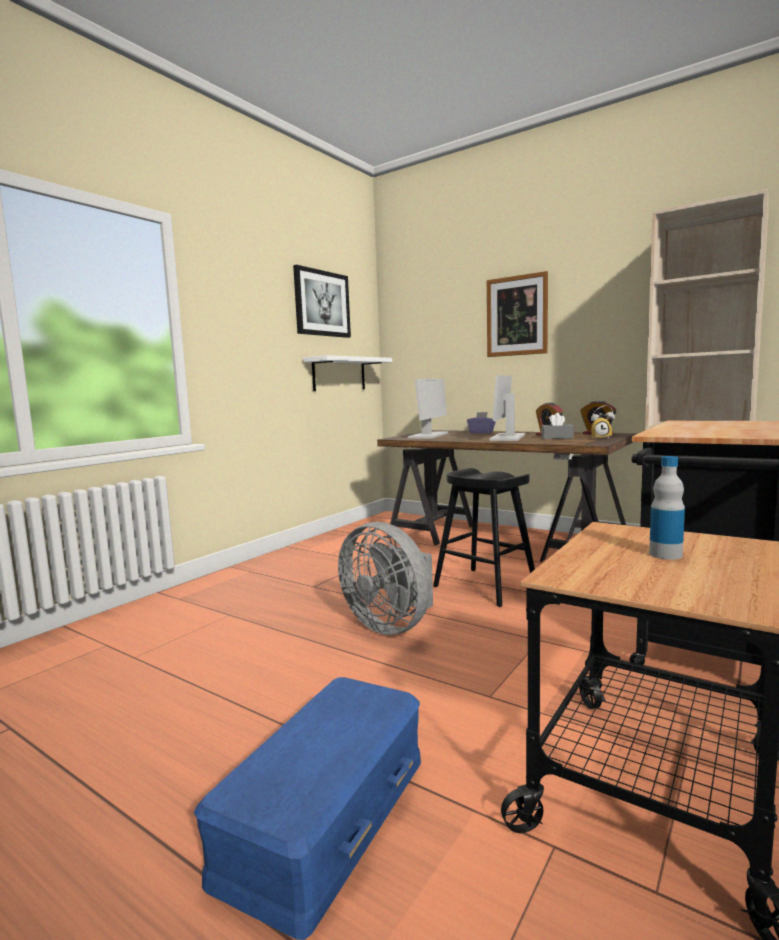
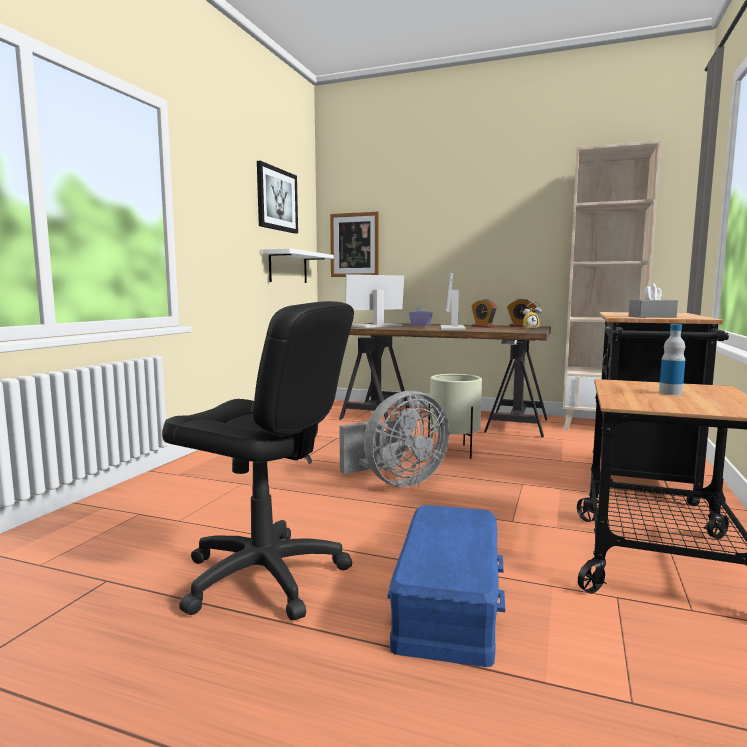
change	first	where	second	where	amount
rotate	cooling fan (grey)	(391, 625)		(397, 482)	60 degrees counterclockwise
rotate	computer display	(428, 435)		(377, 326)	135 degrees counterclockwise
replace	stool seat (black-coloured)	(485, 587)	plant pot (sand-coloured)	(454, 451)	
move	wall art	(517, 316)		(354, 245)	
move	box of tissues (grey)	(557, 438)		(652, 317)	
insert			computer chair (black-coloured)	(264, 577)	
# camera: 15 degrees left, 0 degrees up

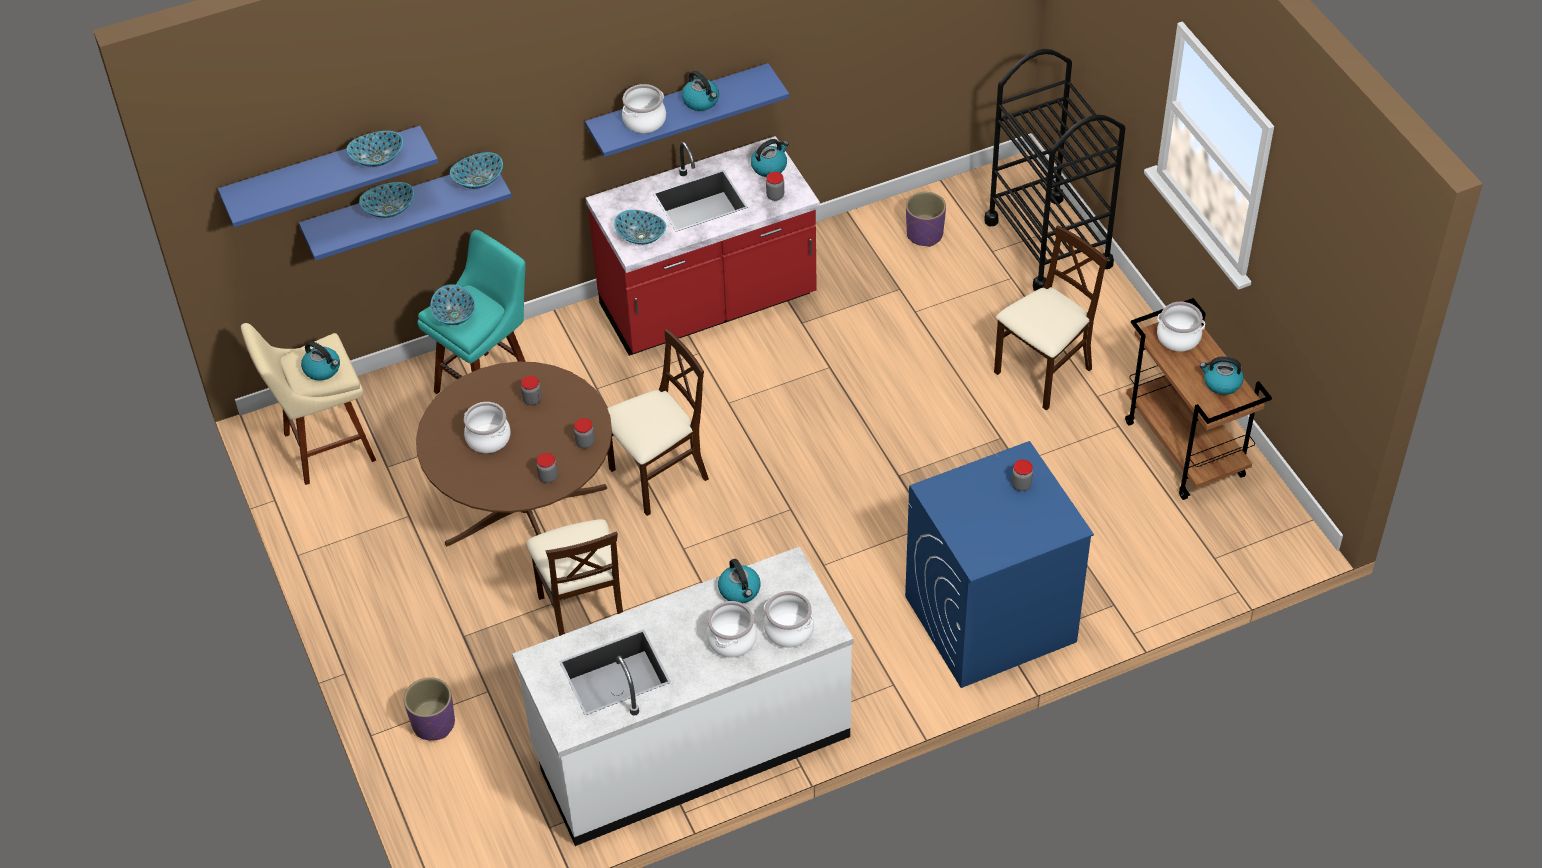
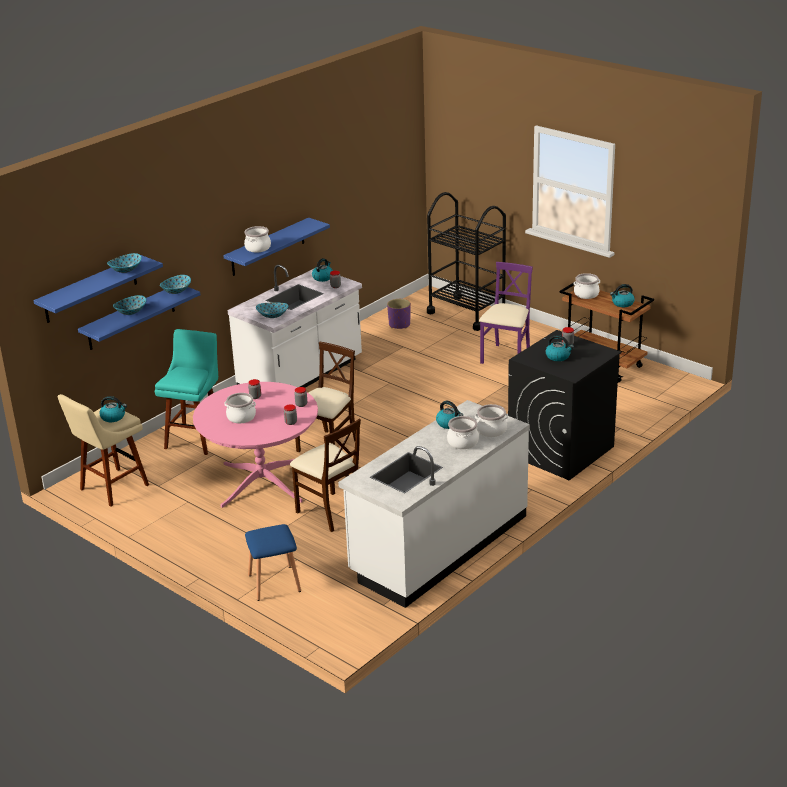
change	first	where	second	where	amount
replace	plant pot (purple-coloured)	(433, 723)	stool seat (blue-coloured)	(273, 582)	
recolor	dining table (brown)	(527, 515)	dining table (pinkish)	(262, 482)	
delete	bowl	(454, 315)			
recolor	kitchen counter (reddish)	(708, 304)	kitchen counter (white)	(301, 377)	
move	tea kettle	(701, 101)		(558, 356)	
recolor	laundry machine (blue-coloured)	(989, 619)	laundry machine (black-coloured)	(560, 451)	
recolor	plain chair (sand-coloured)	(1043, 373)	plain chair (purple-coloured)	(506, 357)	
# camera: 25 degrees left, 20 degrees down

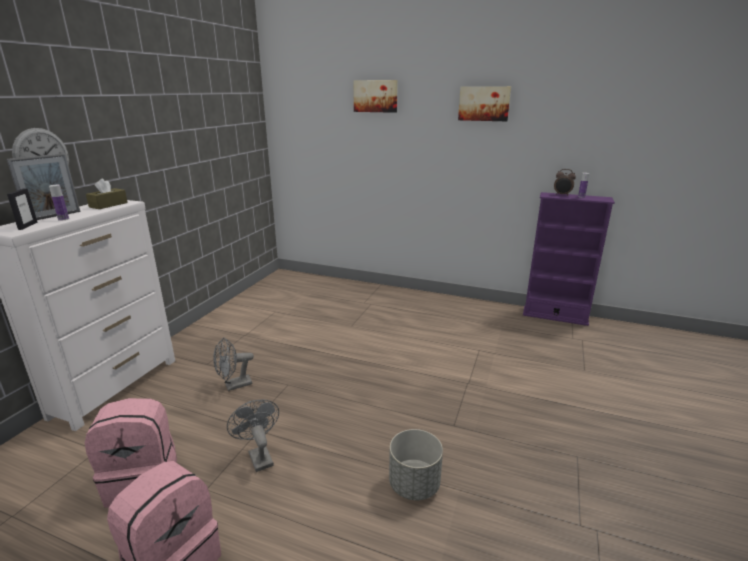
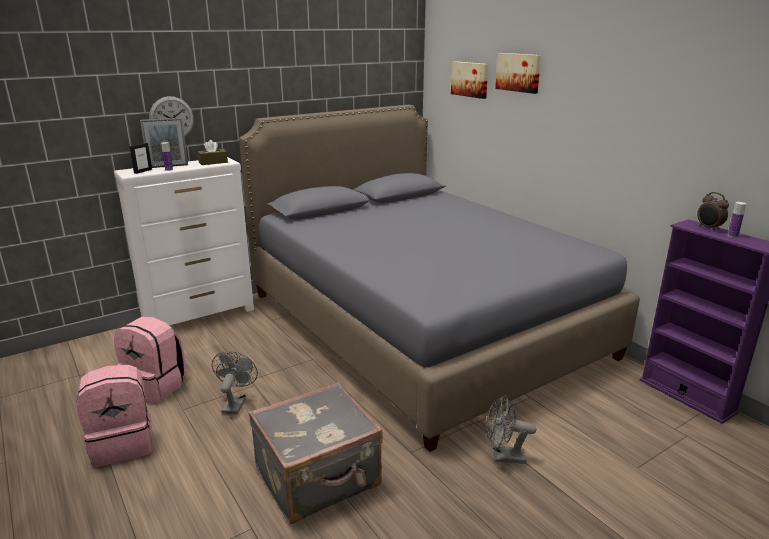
change	first	where	second	where	amount
move	cooling fan (grey)	(234, 386)		(503, 457)	
replace	plant pot (grey)	(414, 484)	piece of luggage (grey)	(319, 479)	
move	wall art	(484, 103)		(470, 79)	
insert			bed (grey)	(421, 324)	
# camera: 35 degrees right, 0 degrees up

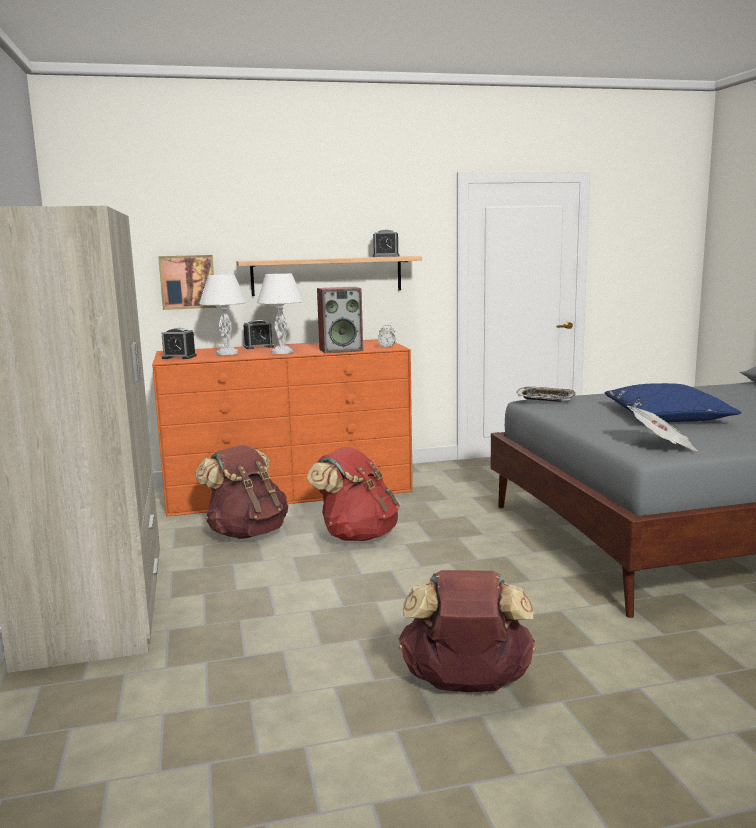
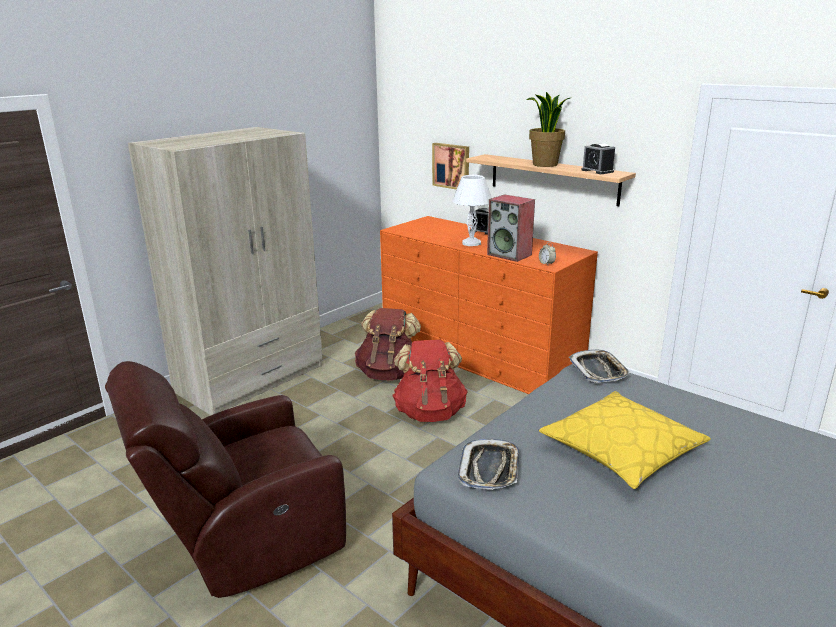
change	first	where	second	where	amount
delete	bedside clock	(179, 357)			
delete	tabletop lamp (white)	(226, 353)			
replace	knapsack (brown)	(466, 685)	armchair (brown)	(244, 541)	
recolor	pillow (blue-coloured)	(667, 417)	pillow (yellow)	(621, 450)	
replace	daily paper	(662, 446)	carrying tray	(490, 469)	
insert			potted plant	(545, 164)	
# camera: 55 degrees right, 10 degrees up

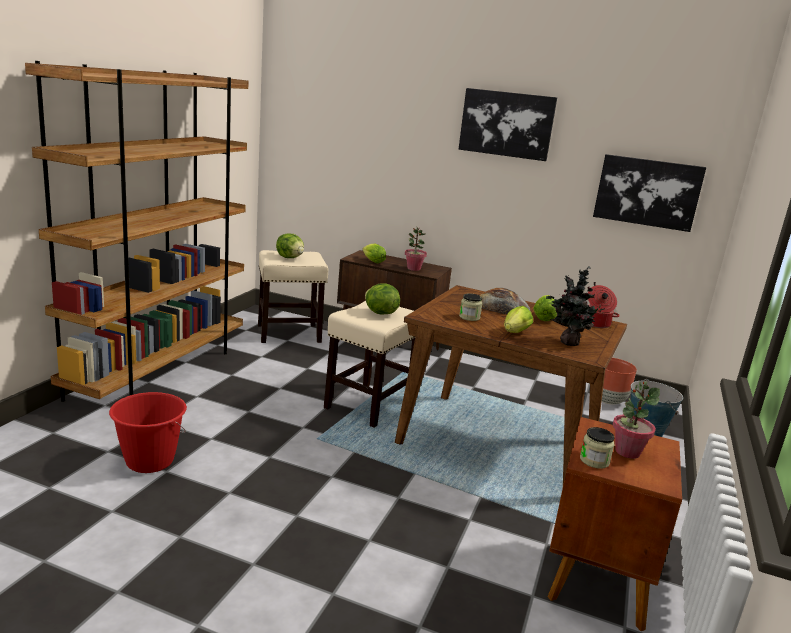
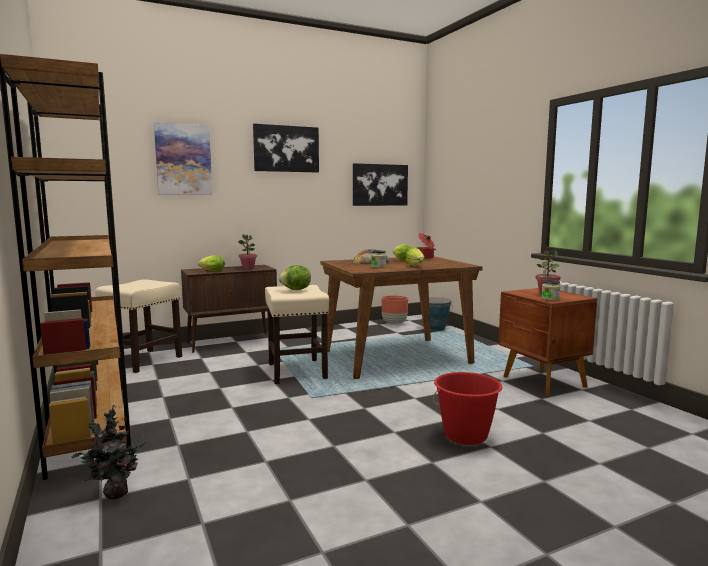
change	first	where	second	where	amount
move	water bucket (reddish)	(149, 461)		(466, 436)	
delete	lettuce	(290, 257)			
move	potted plant	(567, 343)		(114, 494)	
insert			wall art	(183, 160)	
# camera: 45 degrees left, 10 degrees down

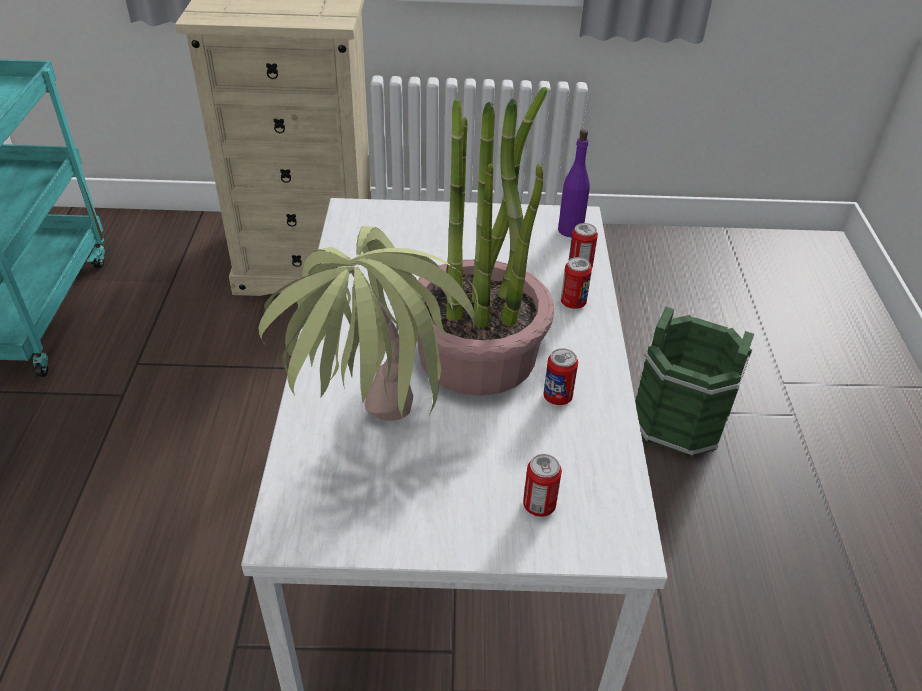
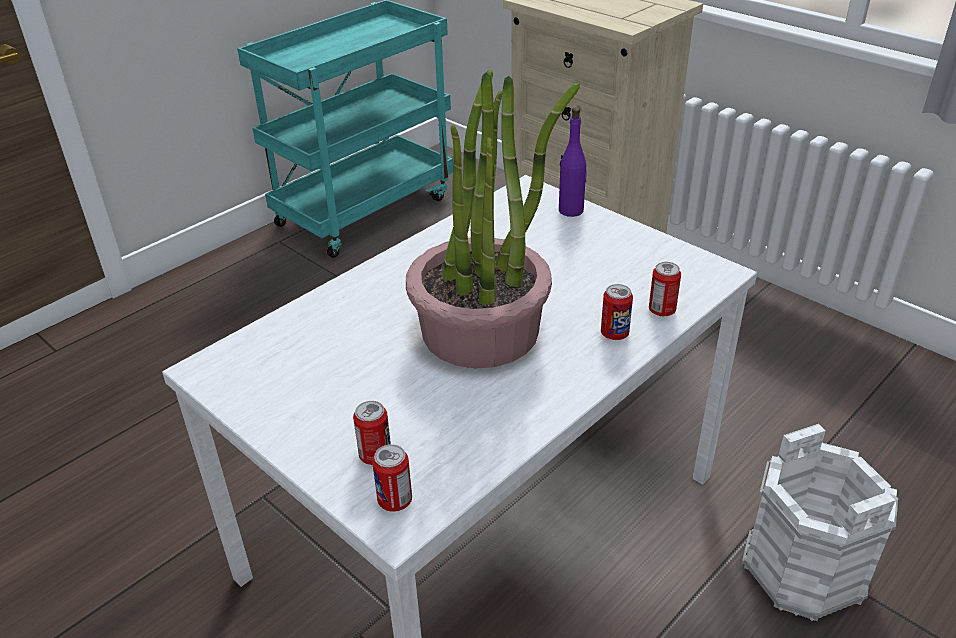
change	first	where	second	where	amount
delete	potted plant	(374, 451)			
move	sealed can	(557, 397)		(395, 501)	
move	drink bottle (purple-coloured)	(570, 230)		(571, 210)	
recolor	water bucket (green-coloured)	(678, 421)	water bucket (white)	(802, 570)	
# camera: 45 degrees right, 5 degrees down

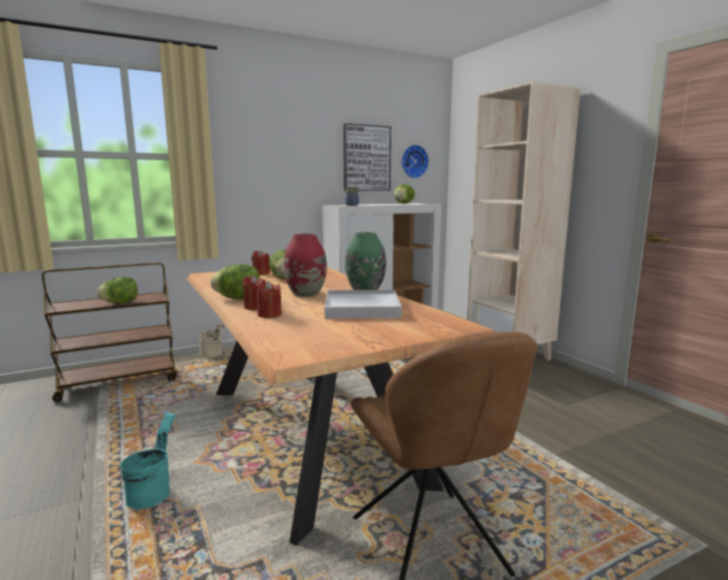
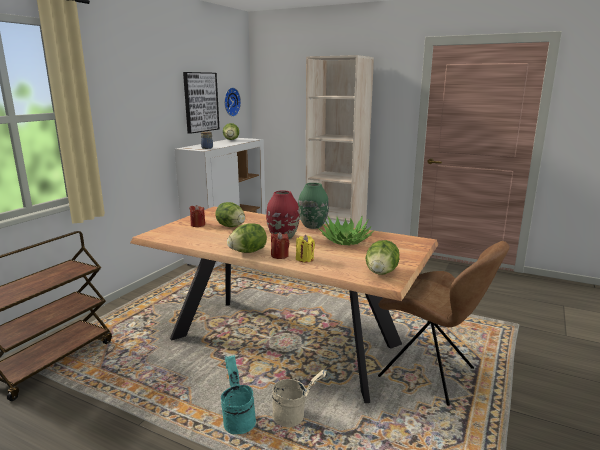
change	first	where	second	where	amount
move	lettuce	(120, 303)		(381, 273)	
move	water bucket (sand-coloured)	(213, 355)		(295, 416)	
recolor	candle (reddish)	(269, 315)	candle (yellow)	(305, 259)	
replace	carrying tray (white)	(362, 308)	potted plant	(345, 241)	
# camera: 35 degrees left, 5 degrees up

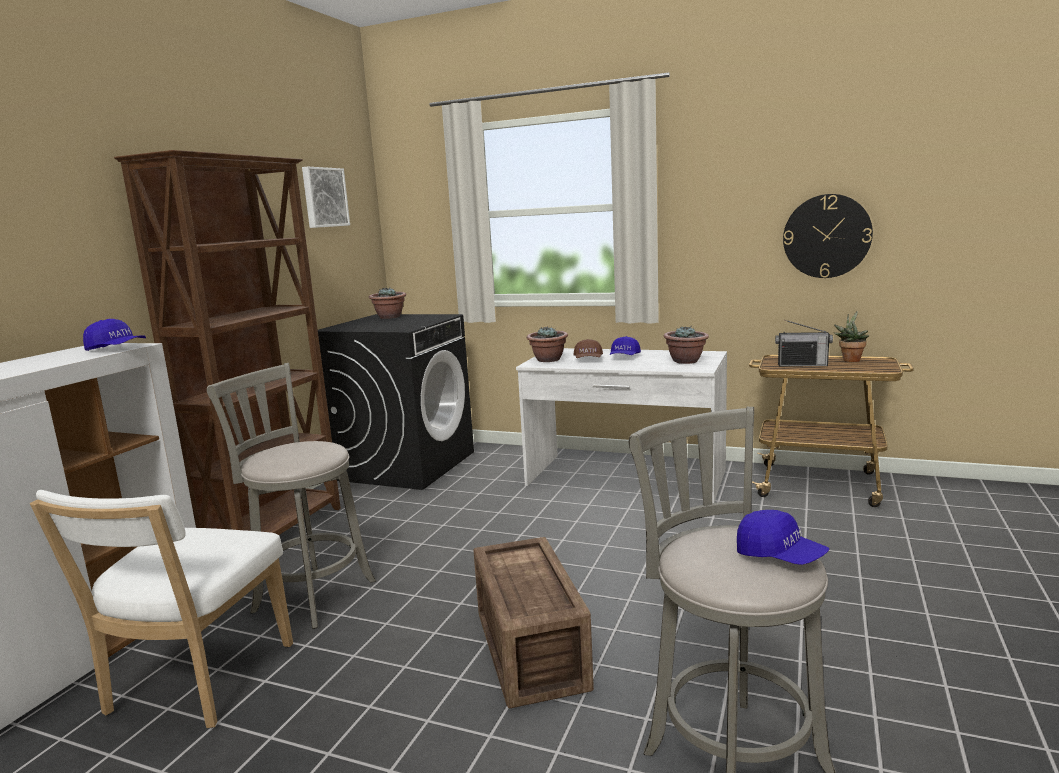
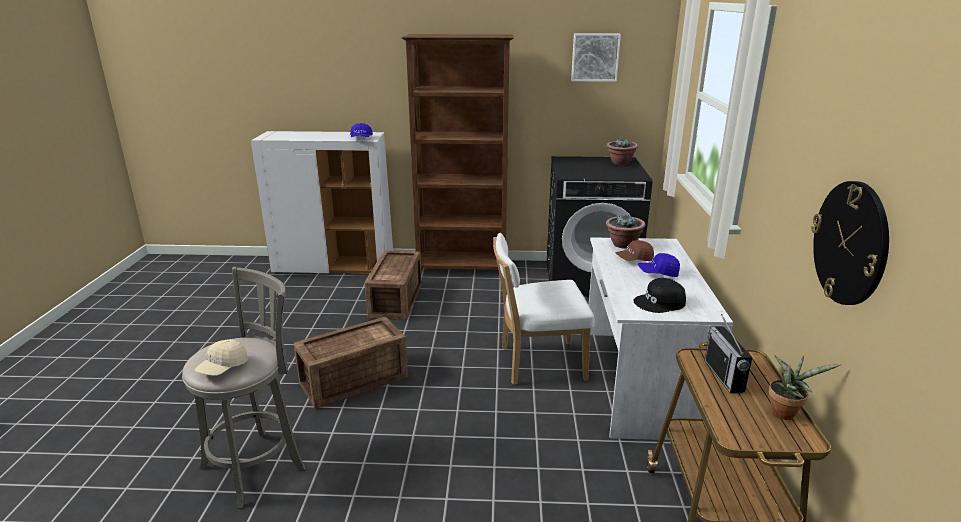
change	first	where	second	where	amount
move	plain chair (white)	(196, 683)		(537, 363)	
replace	stool seat (grey)	(310, 594)	shipping crate	(397, 300)	
replace	potted plant	(686, 361)	cap (black-coloured)	(660, 303)	
recolor	cap (blue-coloured)	(780, 556)	cap (sand-coloured)	(223, 368)	
# camera: 70 degrees right, 10 degrees up

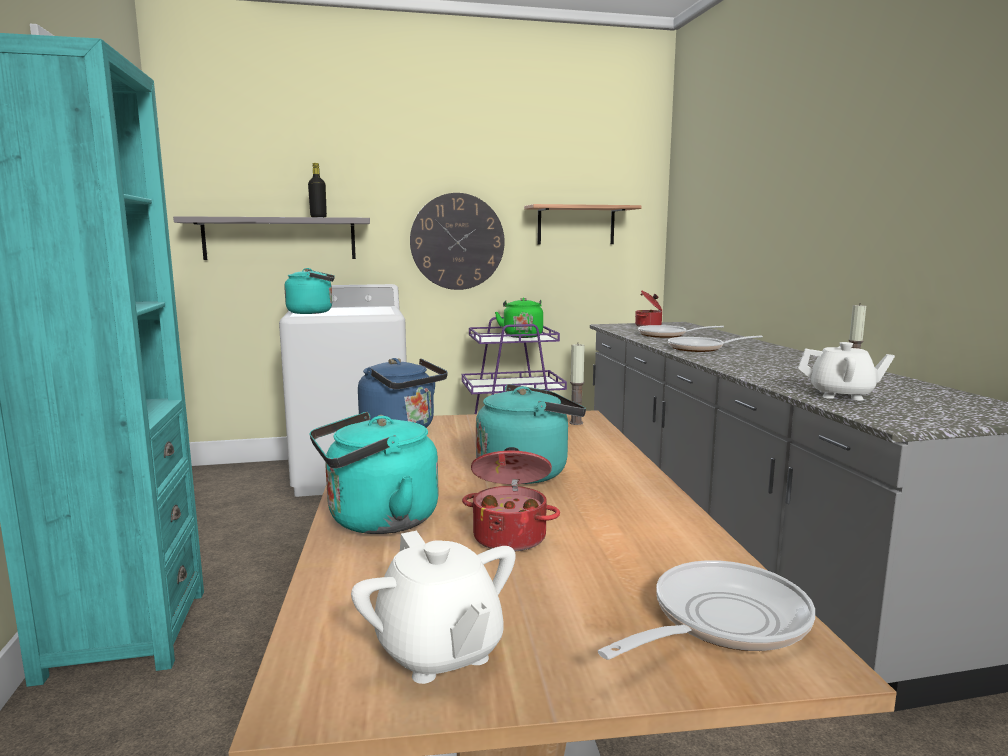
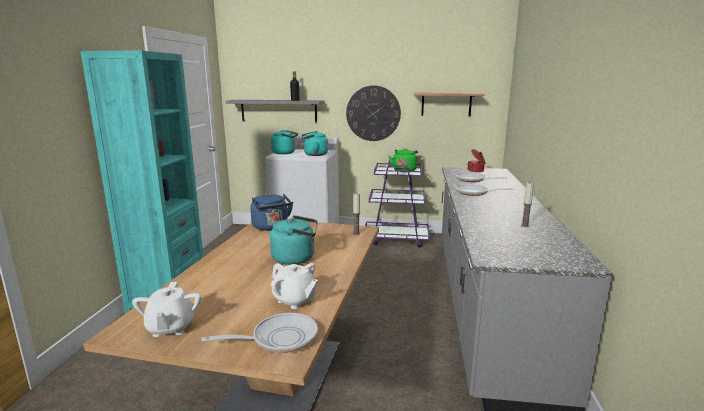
change	first	where	second	where	amount
move	tea kettle (turquoise)	(376, 521)		(314, 154)	
delete	cooking pot	(510, 536)			
move	teapot (white)	(841, 395)		(295, 300)	
# camera: 20 degrees right, 5 degrees up

